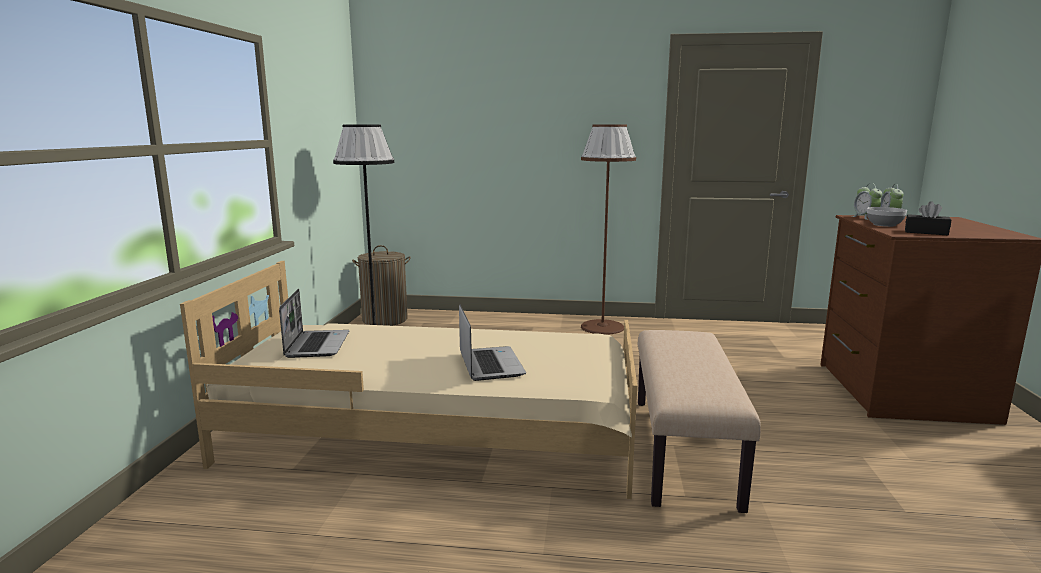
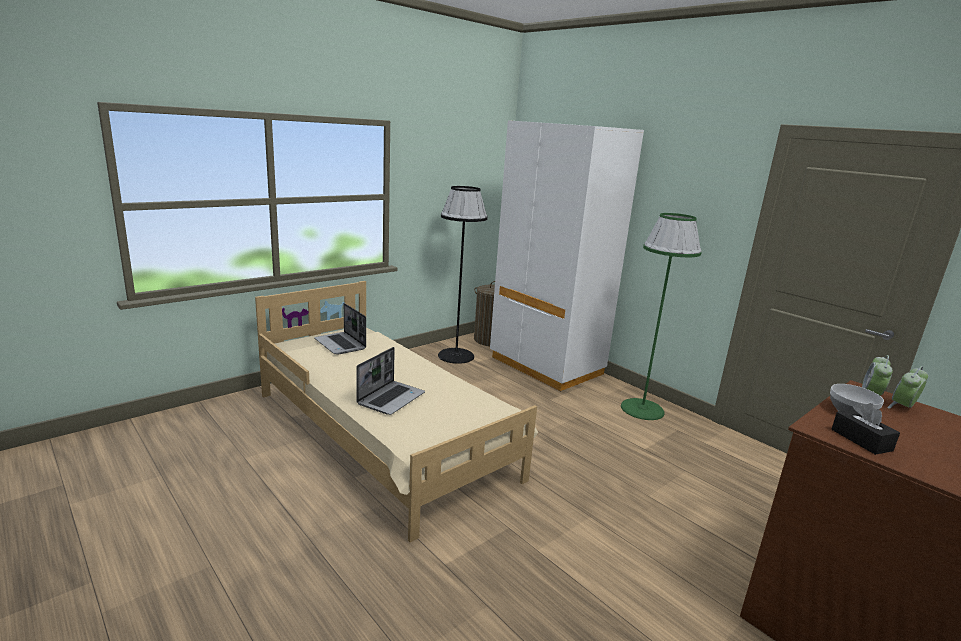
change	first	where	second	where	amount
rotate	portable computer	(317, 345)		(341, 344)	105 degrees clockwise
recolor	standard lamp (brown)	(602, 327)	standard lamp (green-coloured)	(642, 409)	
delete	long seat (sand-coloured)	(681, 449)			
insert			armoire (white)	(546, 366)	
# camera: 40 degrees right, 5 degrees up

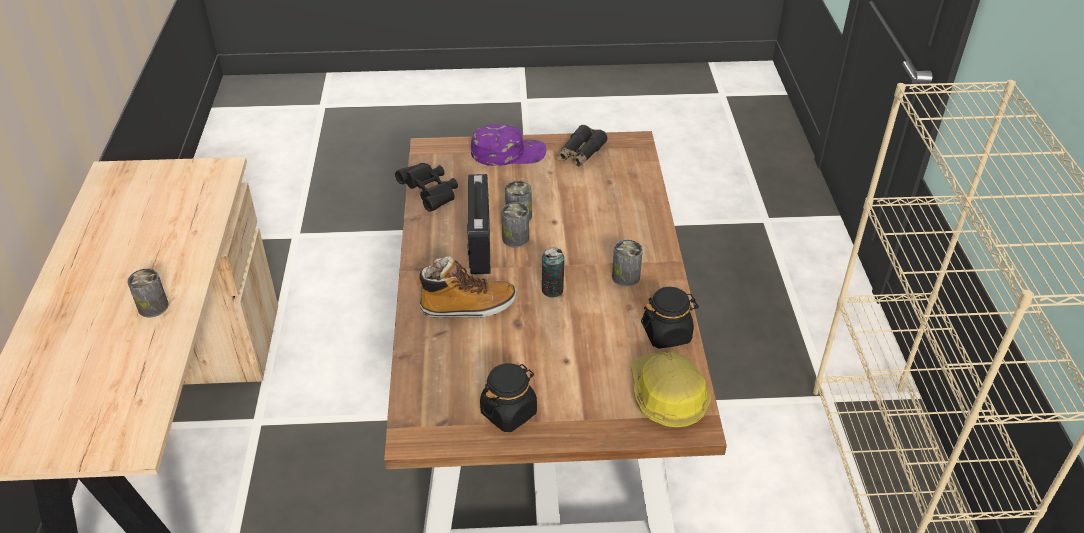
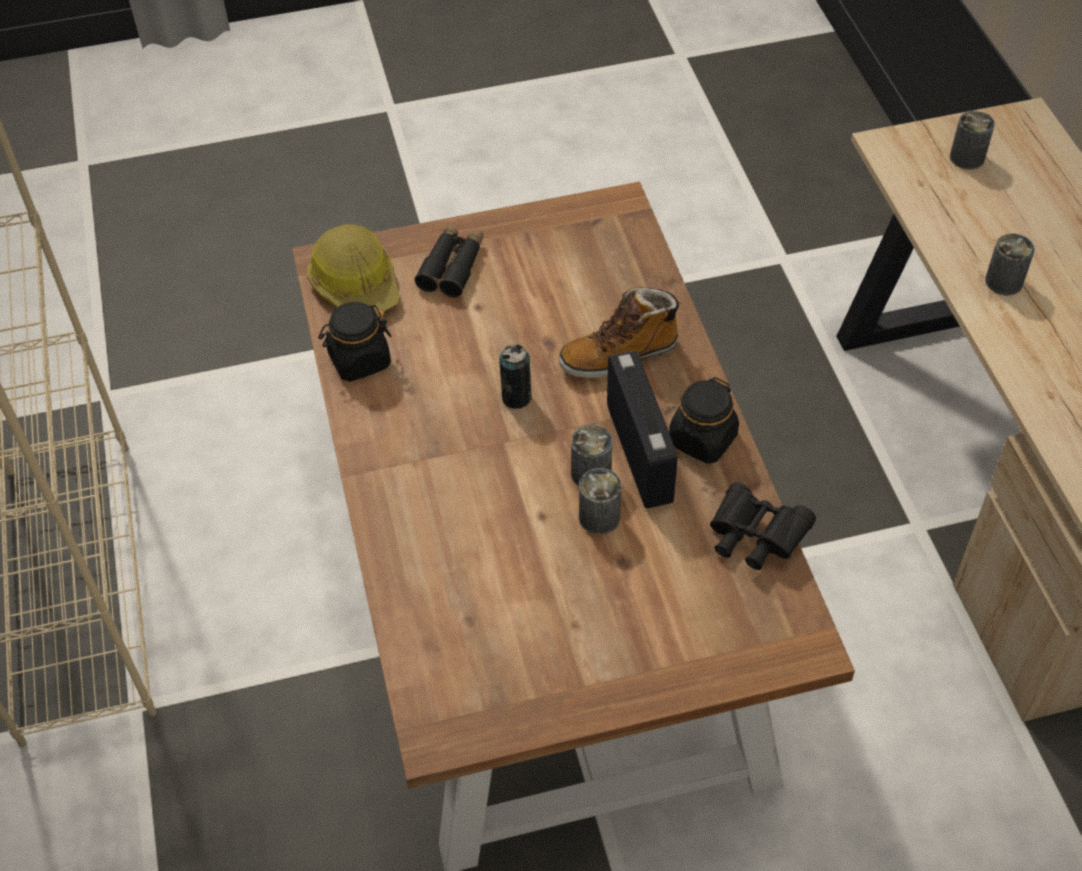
change	first	where	second	where	amount
delete	cap (purple-coloured)	(508, 152)			
move	jar (black-coloured)	(509, 412)		(702, 440)	
move	binoculars (black-coloured)	(580, 153)		(452, 266)	
move	sealed can	(626, 277)		(967, 157)	
# camera: 170 degrees right, 10 degrees up

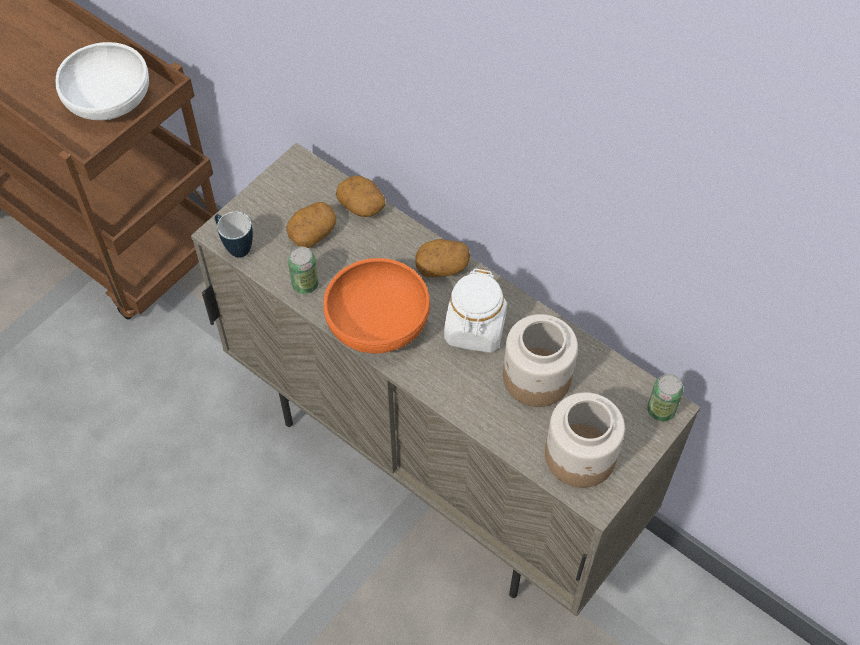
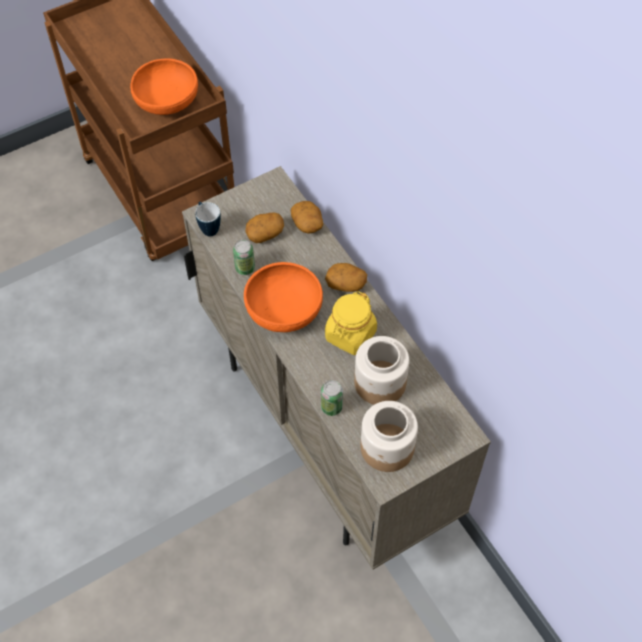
change	first	where	second	where	amount
recolor	bowl (white)	(109, 100)	bowl (orangey)	(167, 101)	
recolor	jar (white)	(475, 329)	jar (yellow)	(350, 335)	
move	sealed can	(661, 410)		(331, 407)	
# camera: 20 degrees right, 0 degrees up

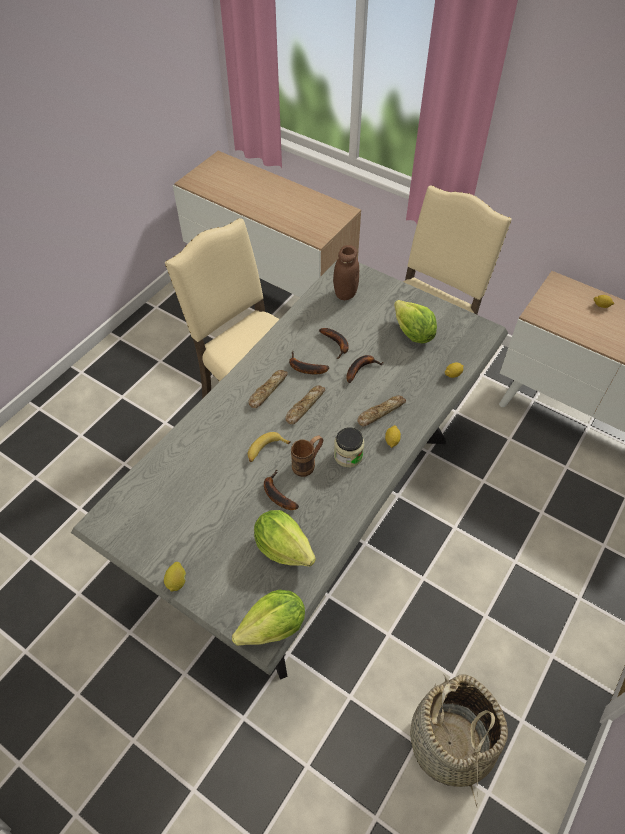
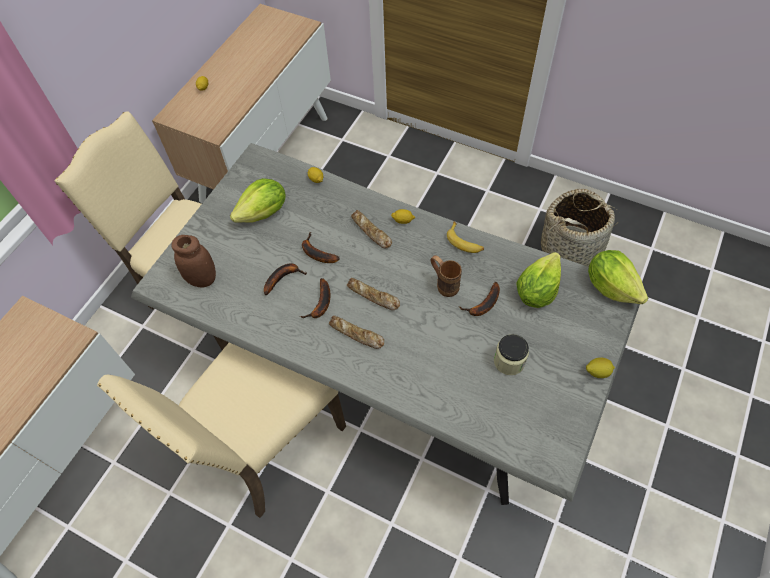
change	first	where	second	where	amount
move	whole banana	(266, 450)		(464, 242)	
move	jar	(348, 455)		(509, 361)	
# camera: 95 degrees left, 5 degrees up

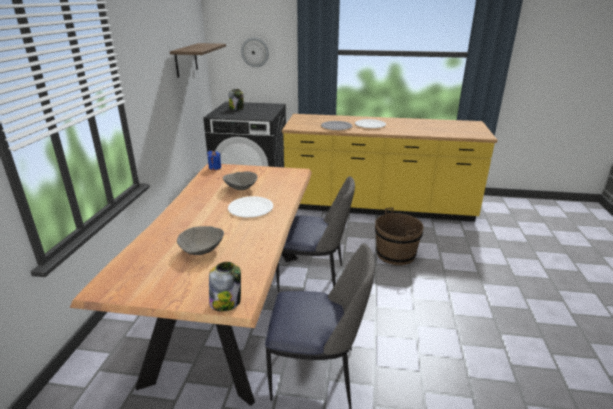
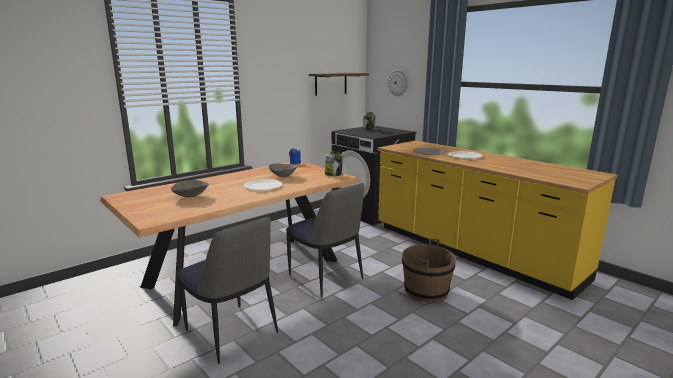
change	first	where	second	where	amount
move	jar	(226, 302)		(333, 174)	
# camera: 40 degrees right, 10 degrees down

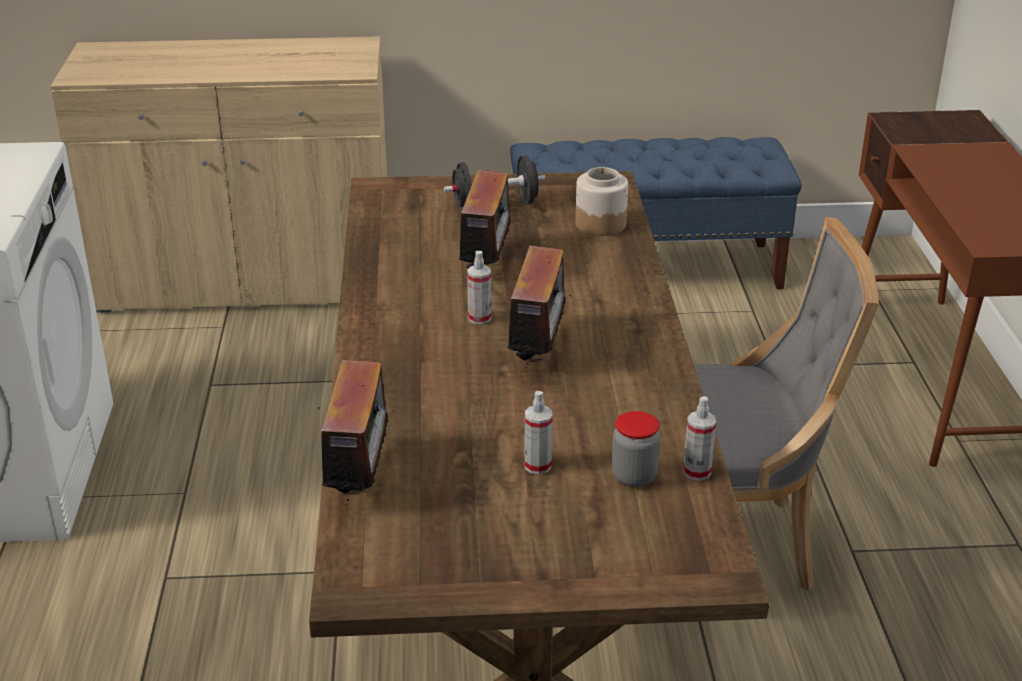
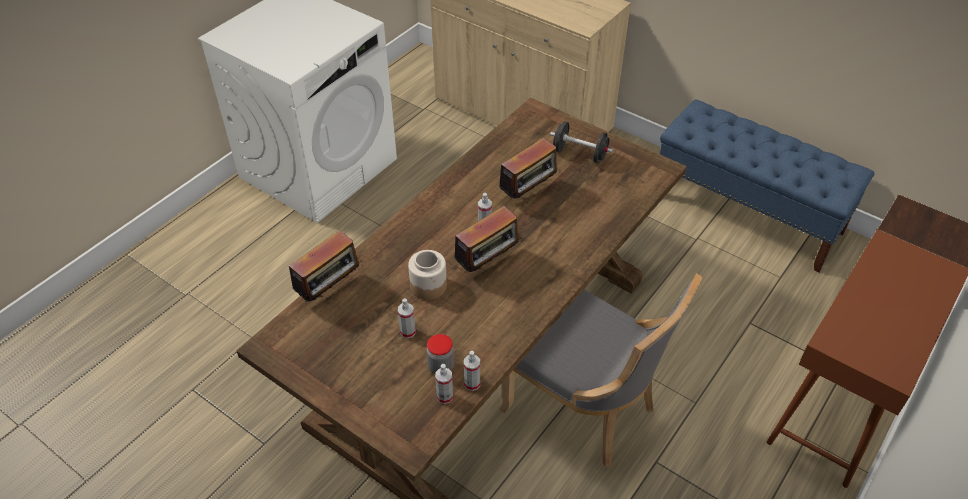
change	first	where	second	where	amount
move	jar	(600, 224)		(429, 286)	
insert			spray bottle	(444, 397)	
# camera: 40 degrees right, 15 degrees up

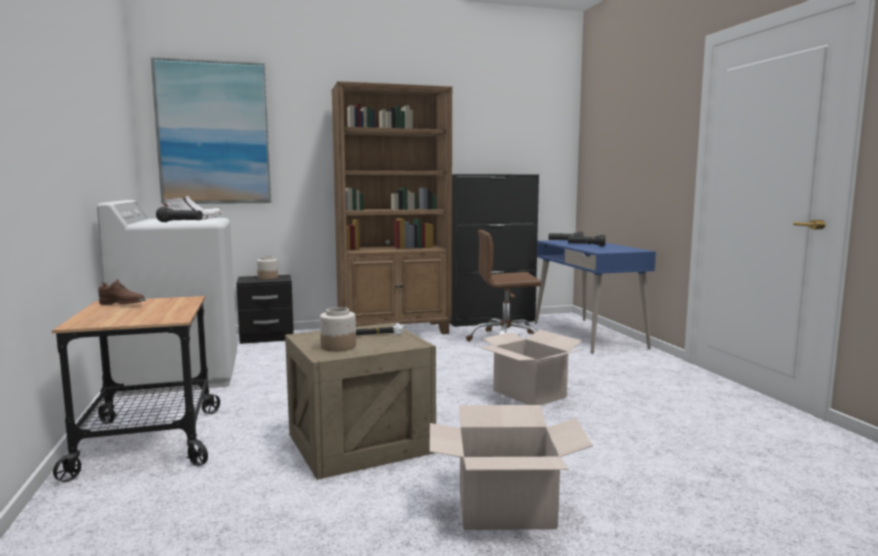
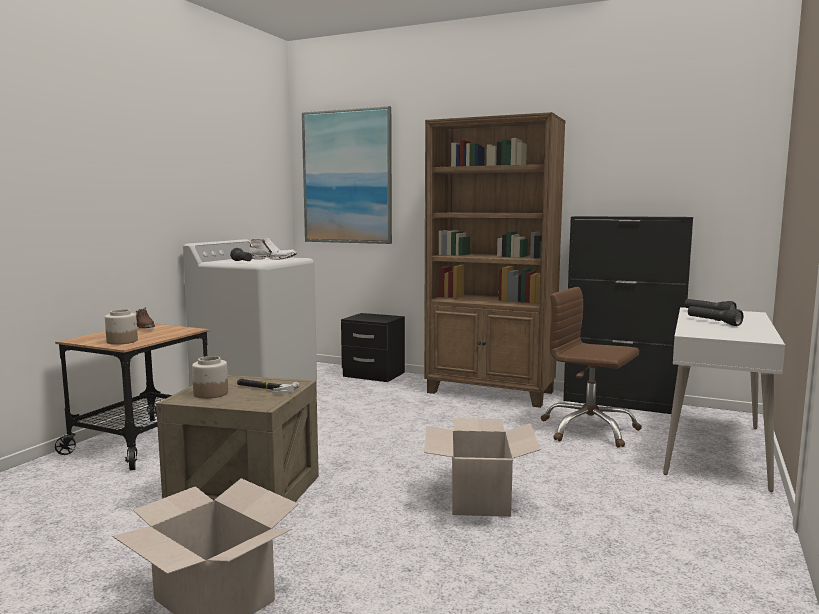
change	first	where	second	where	amount
move	jar	(268, 278)		(122, 341)	
recolor	desk (blue-coloured)	(588, 335)	desk (white)	(715, 450)	
# camera: 40 degrees right, 0 degrees up

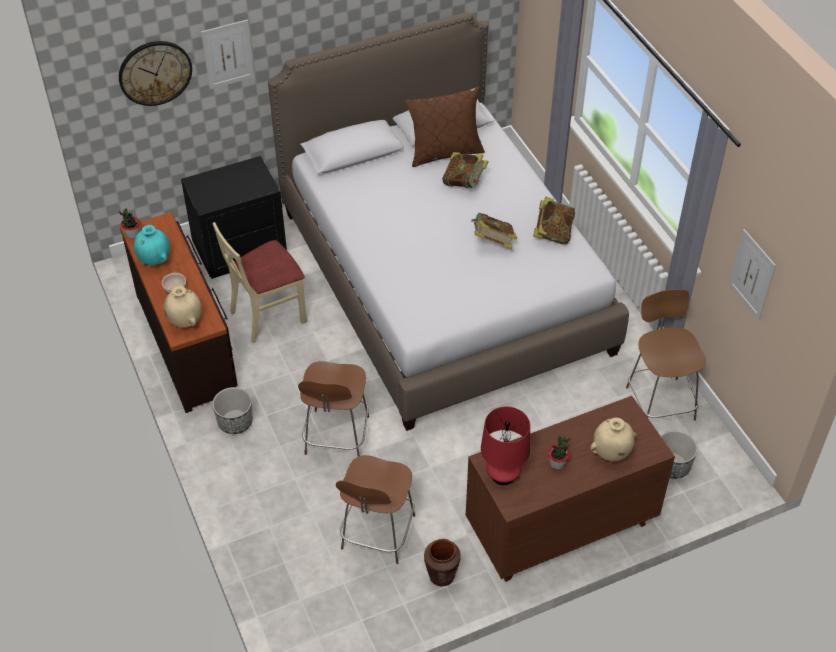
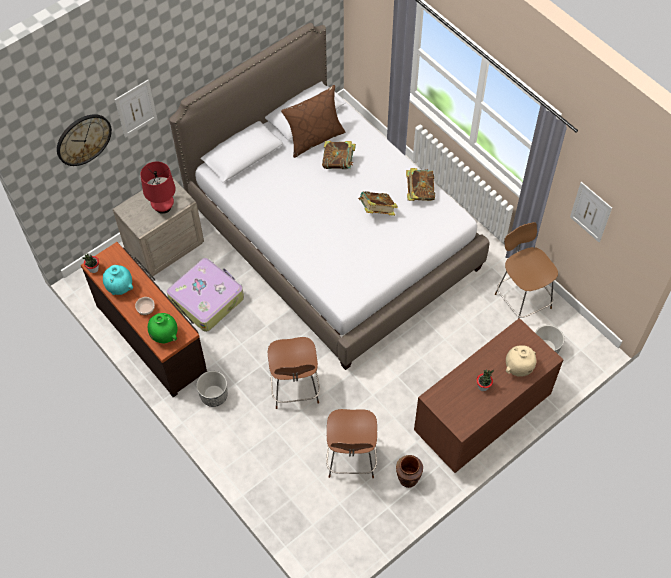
change	first	where	second	where	amount
recolor	flower vase (sand-coloured)	(185, 321)	flower vase (green-coloured)	(164, 335)	
recolor	night table (black-coloured)	(239, 249)	night table (sand-coloured)	(164, 246)	
replace	plain chair (sand-coloured)	(267, 315)	piece of luggage	(207, 299)	
move	tabletop lamp (reddish)	(503, 475)		(163, 207)	
# camera: 15 degrees left, 10 degrees up

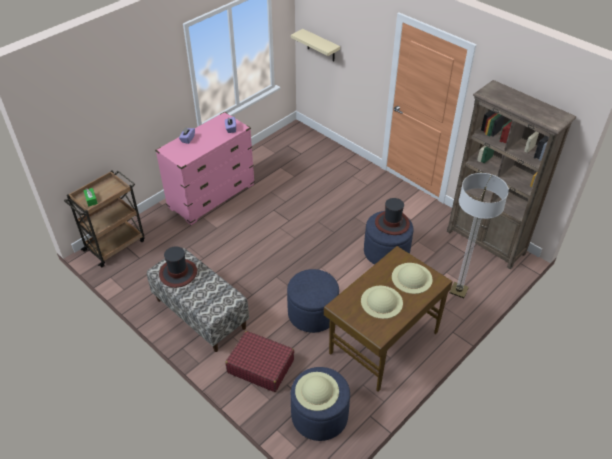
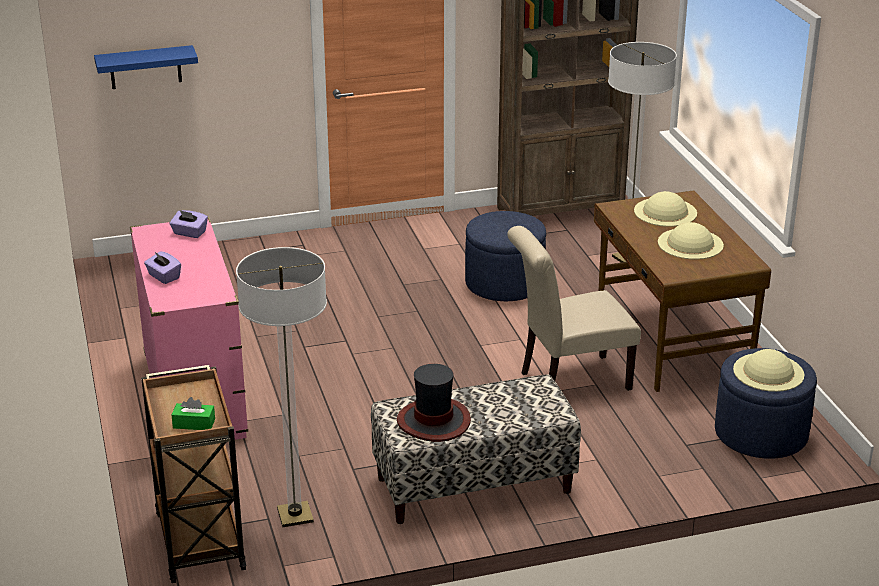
change	first	where	second	where	amount
delete	piece of luggage (reddish)	(260, 366)			
replace	pouffe (blue-coloured)	(312, 313)	plain chair (sand-coloured)	(568, 381)	
recolor	shelf (sand-coloured)	(321, 46)	shelf (blue-coloured)	(145, 67)	
delete	hat	(392, 223)			
insert			standard lamp	(295, 516)	
# camera: 60 degrees left, 15 degrees down

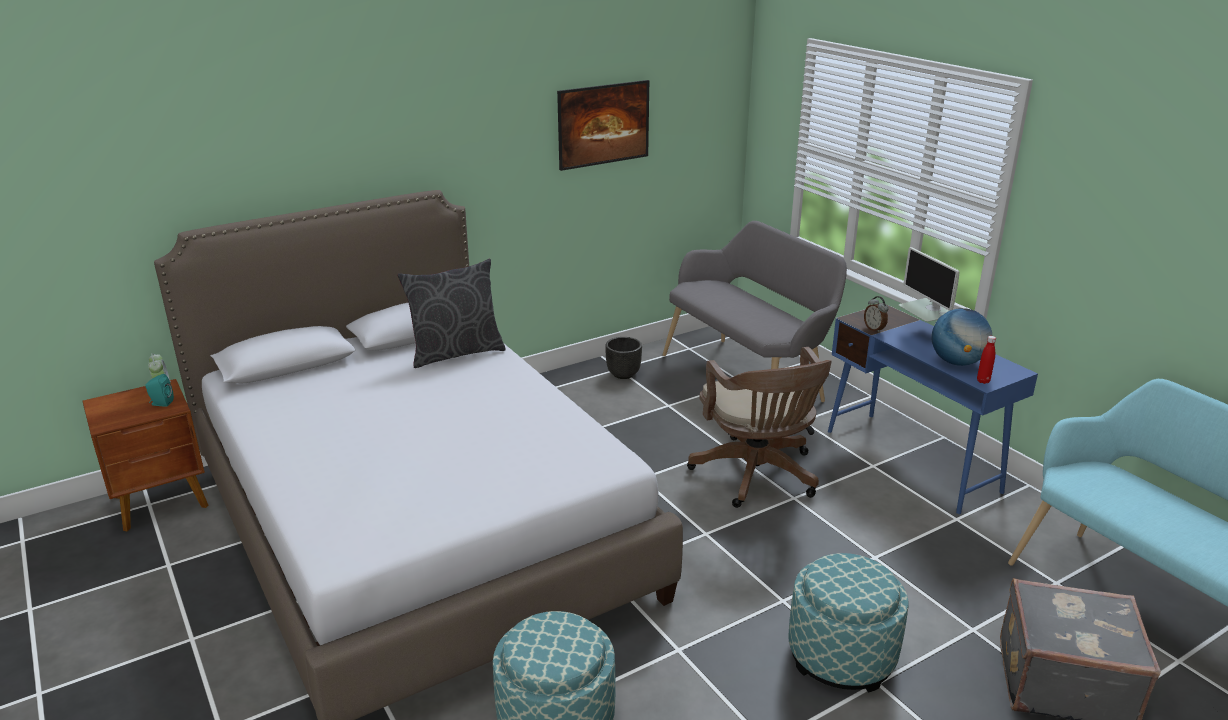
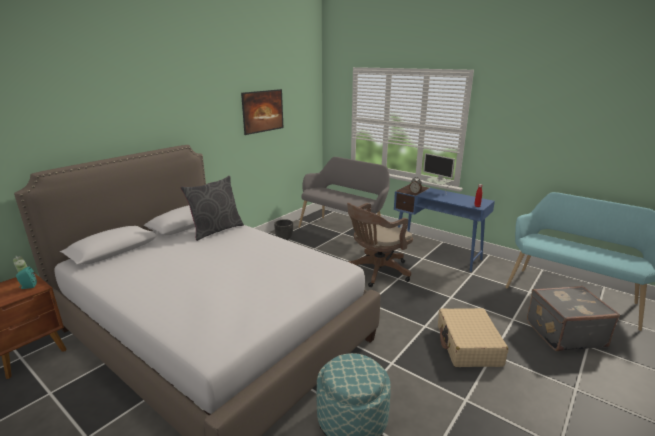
change	first	where	second	where	amount
rotate	computer chair (brown)	(758, 476)		(376, 272)	90 degrees clockwise
replace	pouffe	(841, 655)	piece of luggage (sand-coloured)	(468, 345)	
delete	desk globe	(956, 362)			
# camera: 20 degrees left, 5 degrees down

